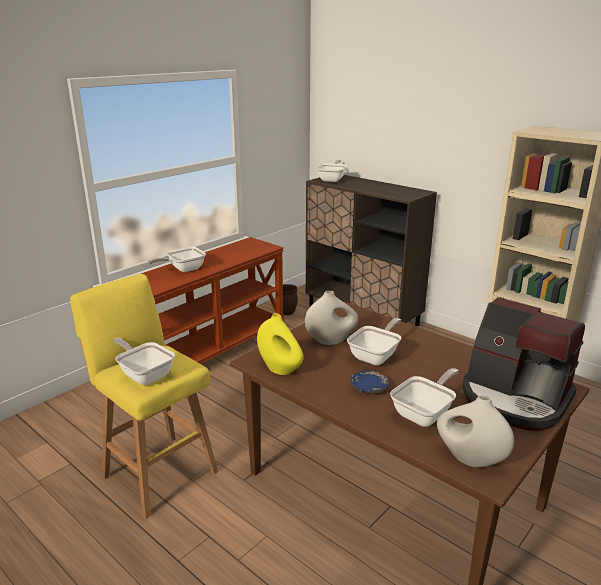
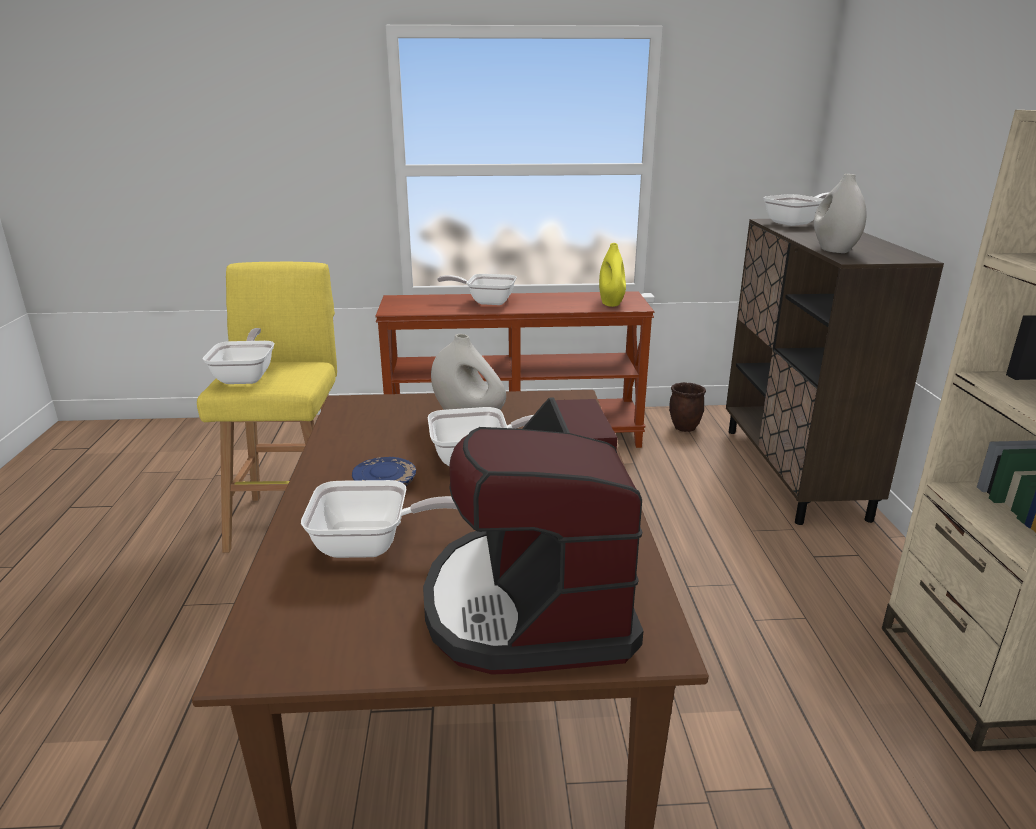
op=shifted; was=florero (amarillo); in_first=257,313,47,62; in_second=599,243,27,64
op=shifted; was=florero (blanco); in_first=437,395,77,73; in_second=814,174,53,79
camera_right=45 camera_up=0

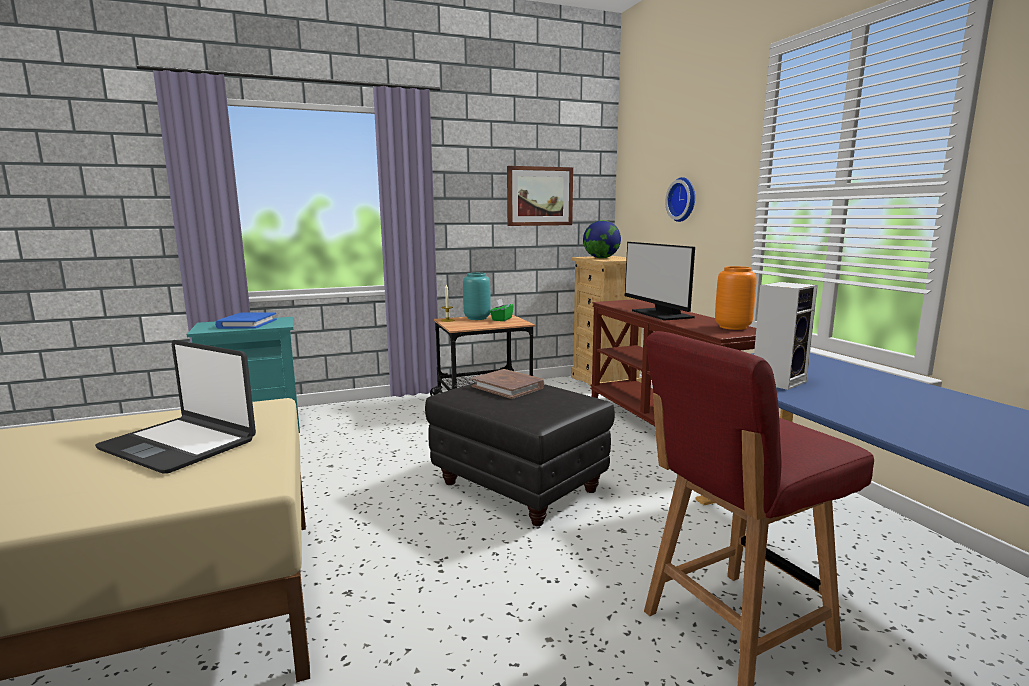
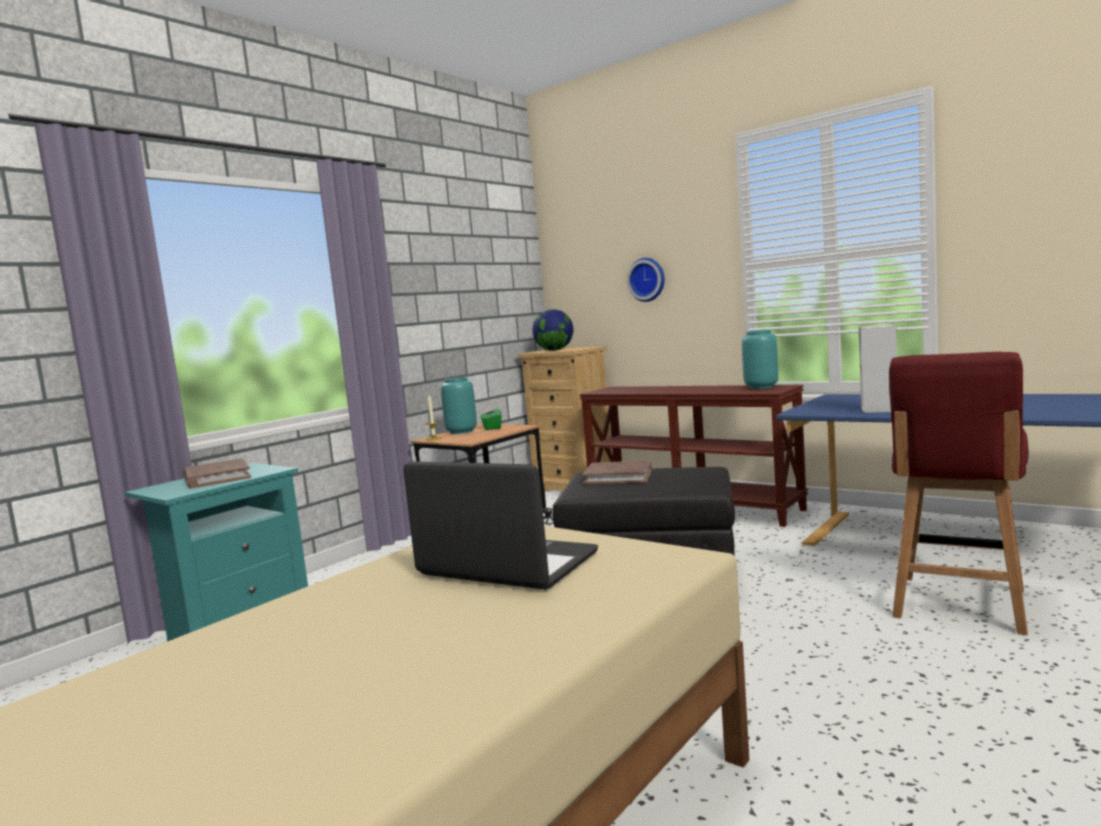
op=repainted; was=libro (azul); now=libro (marrón); in_first=215,313,62,16; in_second=183,458,68,31
op=rotated; was=portátil; in_first=95,340,161,134; in_second=403,461,195,129; clockwise=-150
op=repainted; was=florero (naranja); now=florero (turquesa); in_first=715,266,42,64; in_second=742,330,36,59
op=gone; was=cuadro; in_first=507,166,66,60
op=gone; was=monitor; in_first=625,242,70,79
camera_right=-30 camera_up=-5

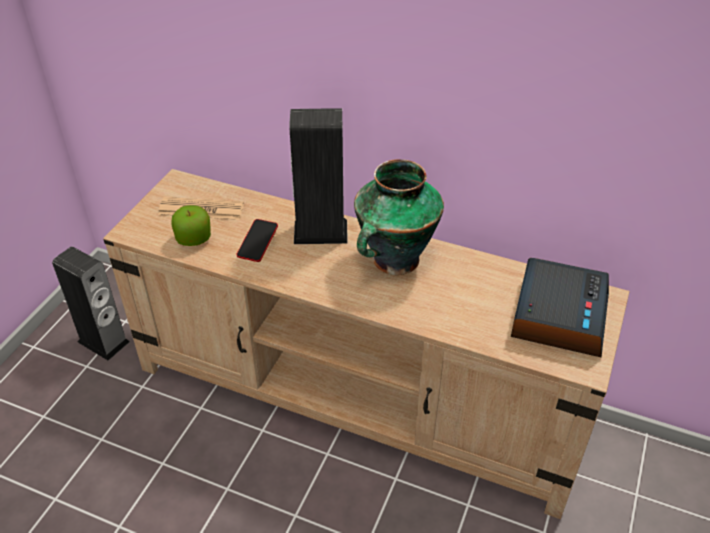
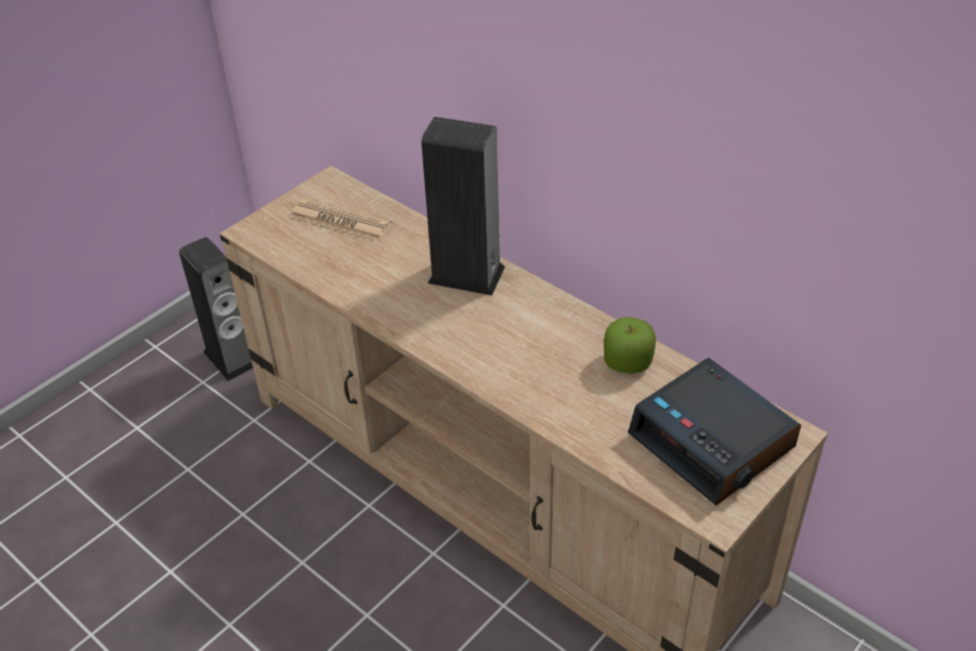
op=shifted; was=manzana; in_first=172,205,39,41; in_second=604,317,52,57
op=rotated; was=despertador; in_first=511,258,98,99; in_second=628,358,173,148; clockwise=105
op=gone; was=móvil; in_first=236,219,42,43
op=gone; was=florero; in_first=354,159,90,116
camera_right=20 camera_up=0

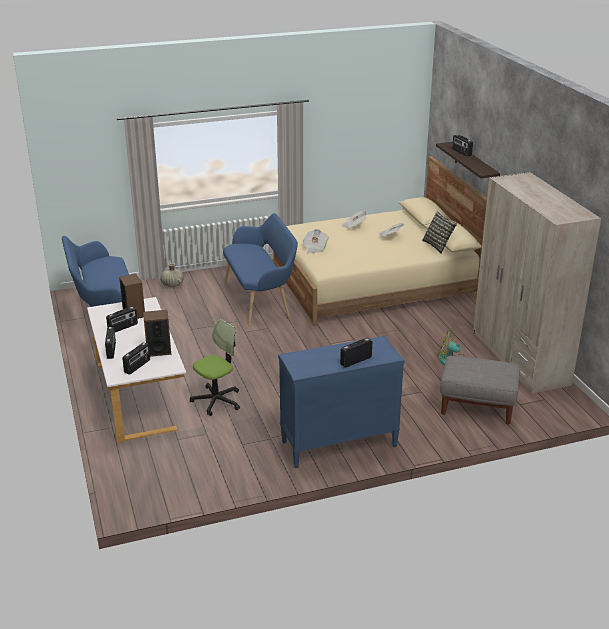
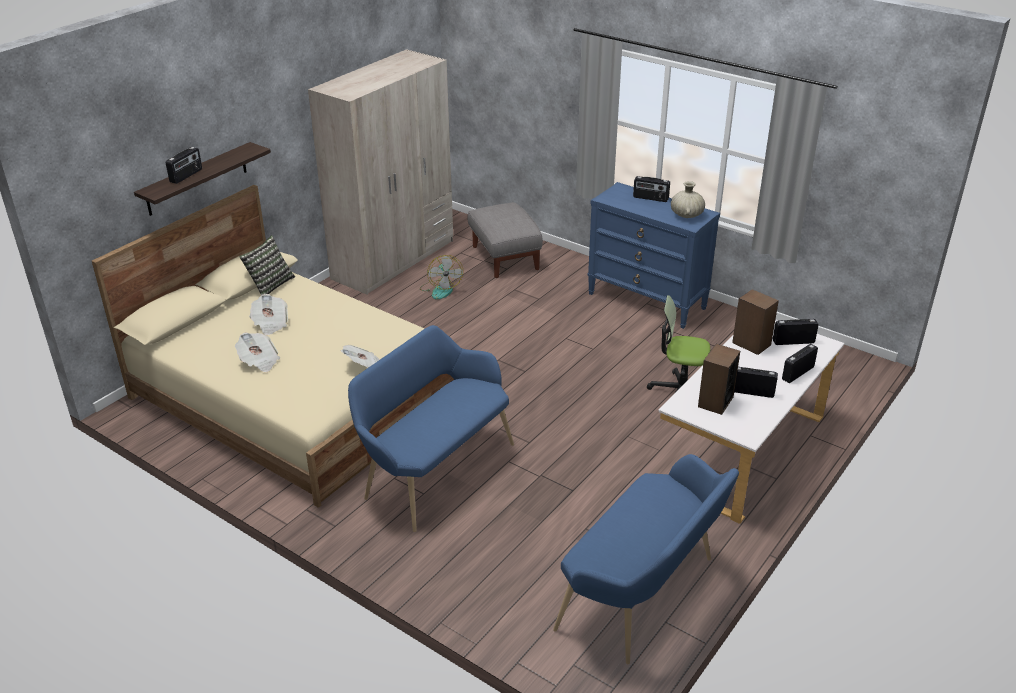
op=shifted; was=florero (beis); in_first=160,263,24,24; in_second=671,181,34,37
camera_right=-125 camera_up=5

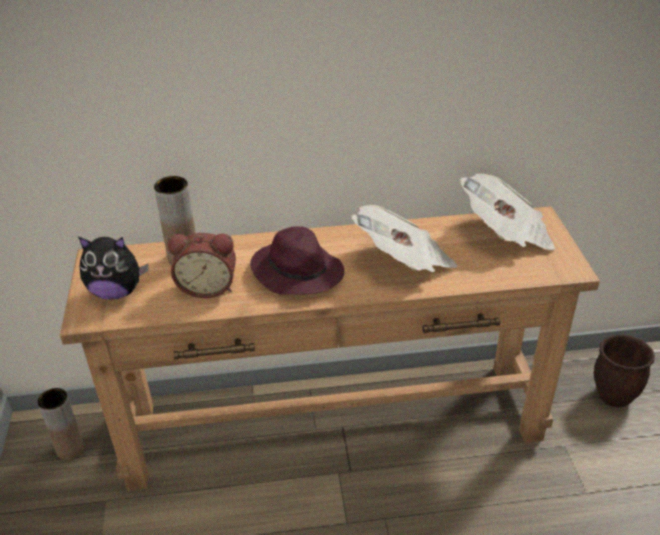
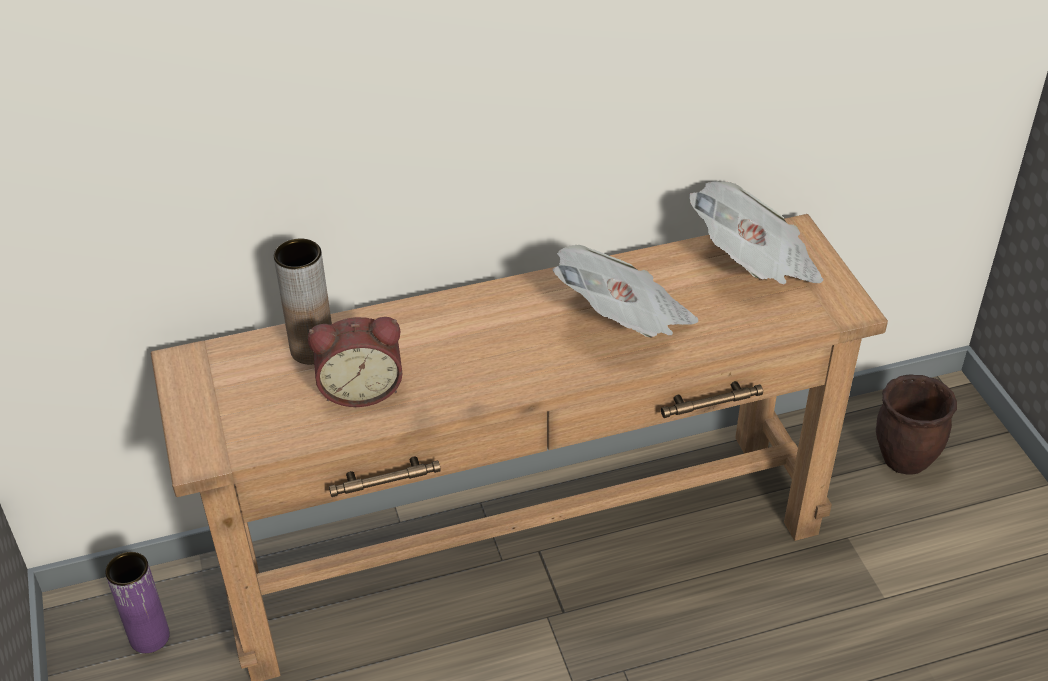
op=repainted; was=florero (marrón); now=florero (morado); in_first=38,388,46,72; in_second=105,552,65,101
op=gone; was=peluche; in_first=78,237,70,63
op=gone; was=sombrero (morado); in_first=250,226,94,69
camera_right=-10 camera_up=5

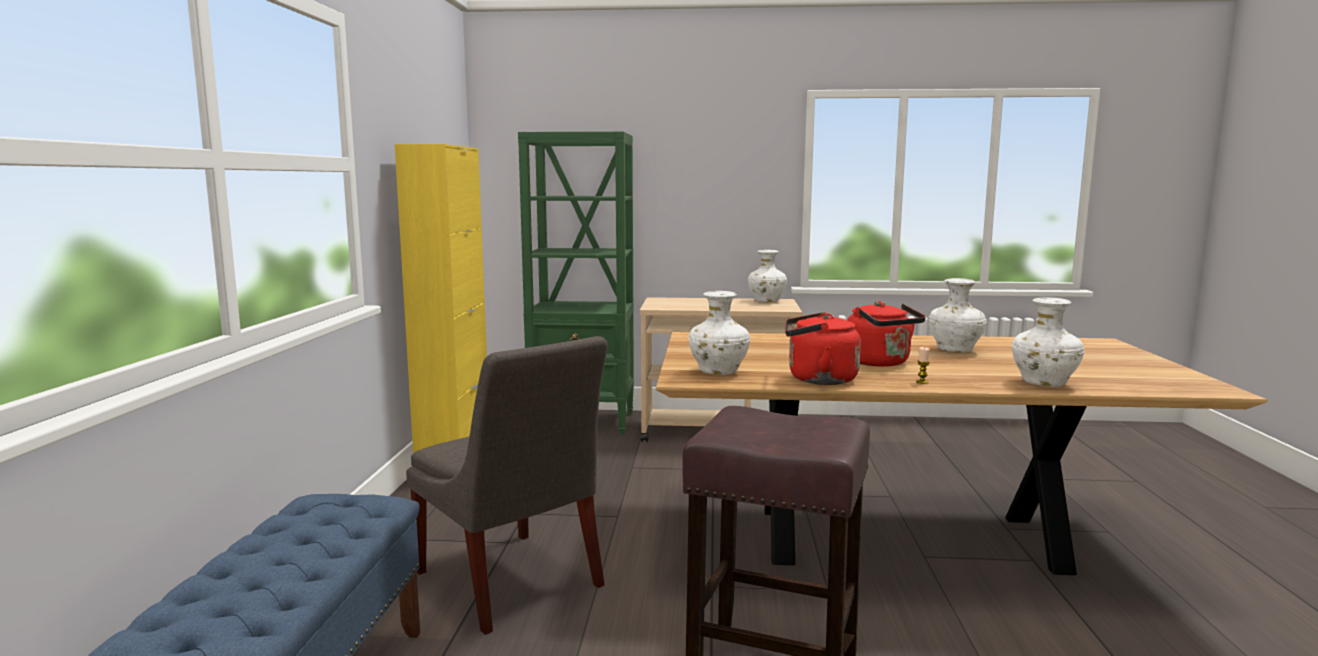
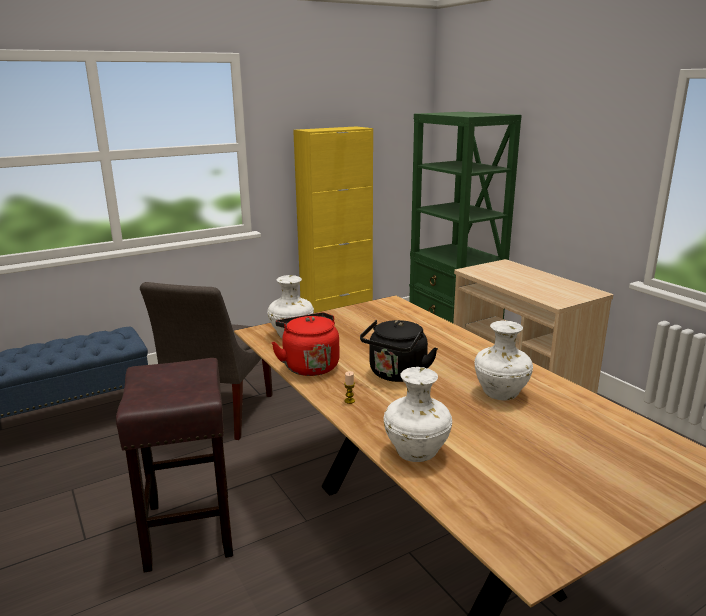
op=repainted; was=hervidor (rojo); now=hervidor (negro); in_first=847,301,79,66; in_second=360,320,78,62
op=gone; was=florero (blanco); in_first=748,250,39,52
camera_right=55 camera_up=10

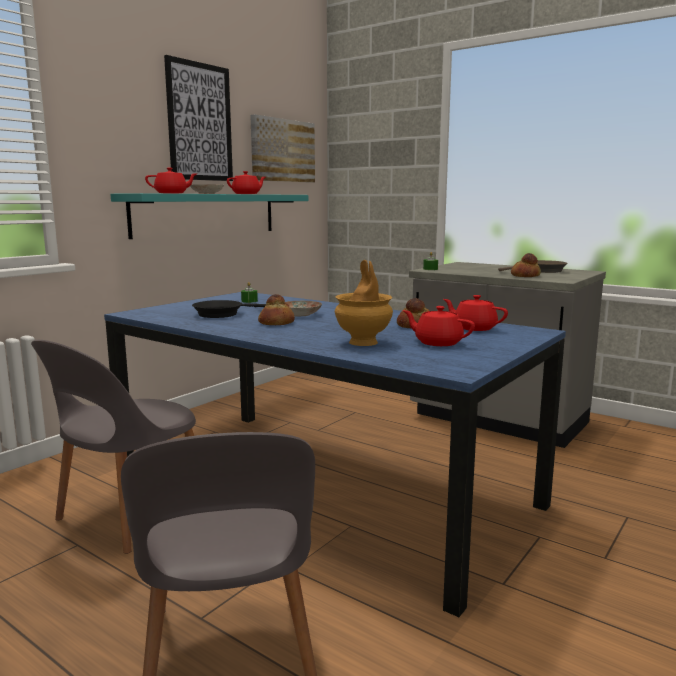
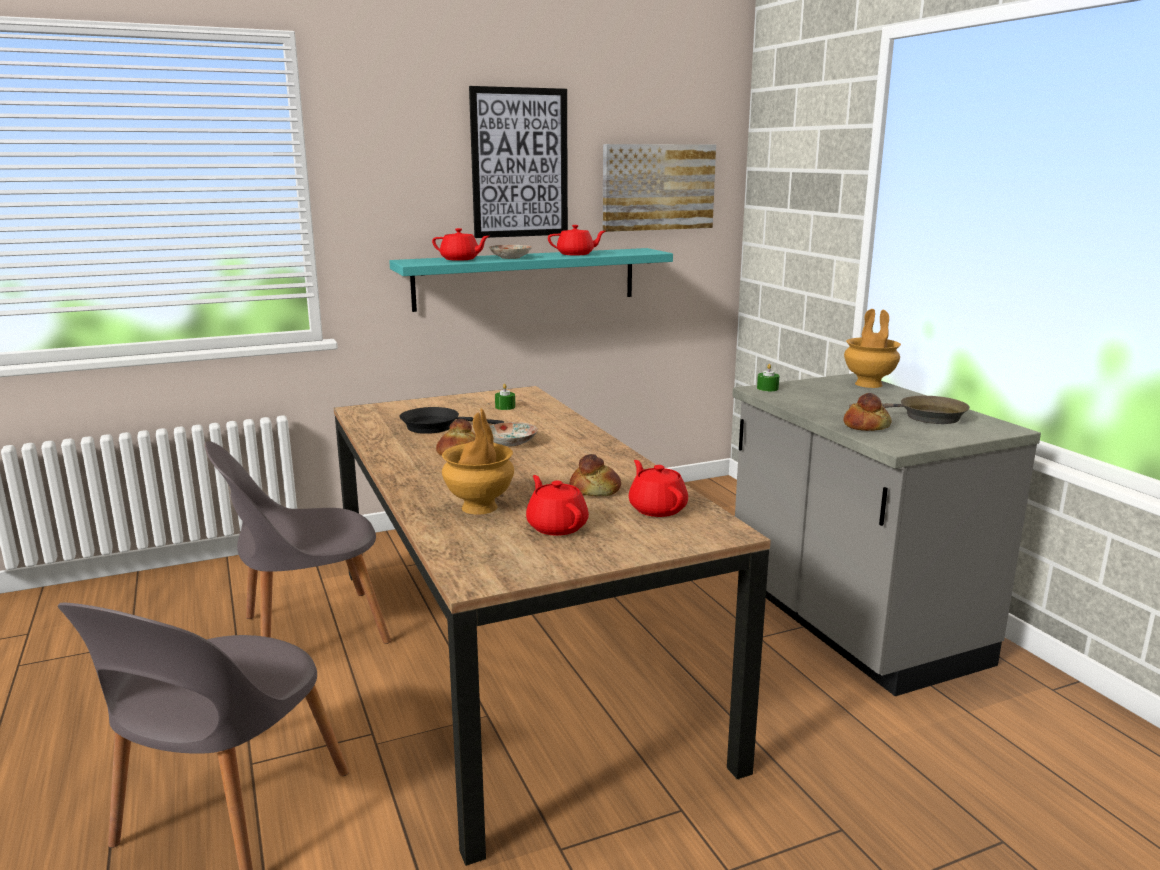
op=repainted; was=mesa de comedor (azul); now=mesa de comedor (marrón); in_first=104,292,462,325; in_second=334,386,437,480
op=new; now=florero (marrón); in_second=844,309,57,79
camera_right=30 camera_up=5

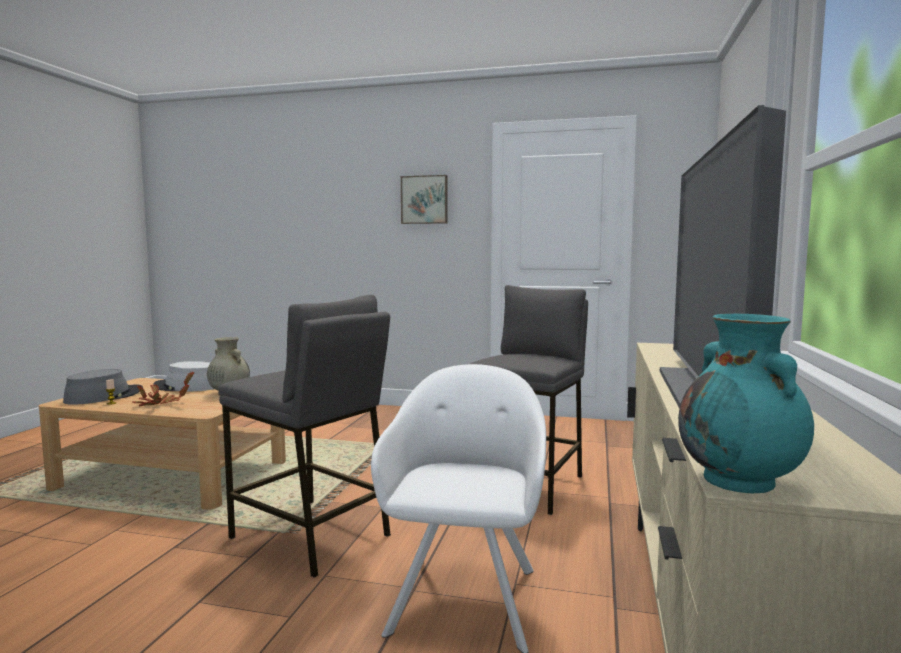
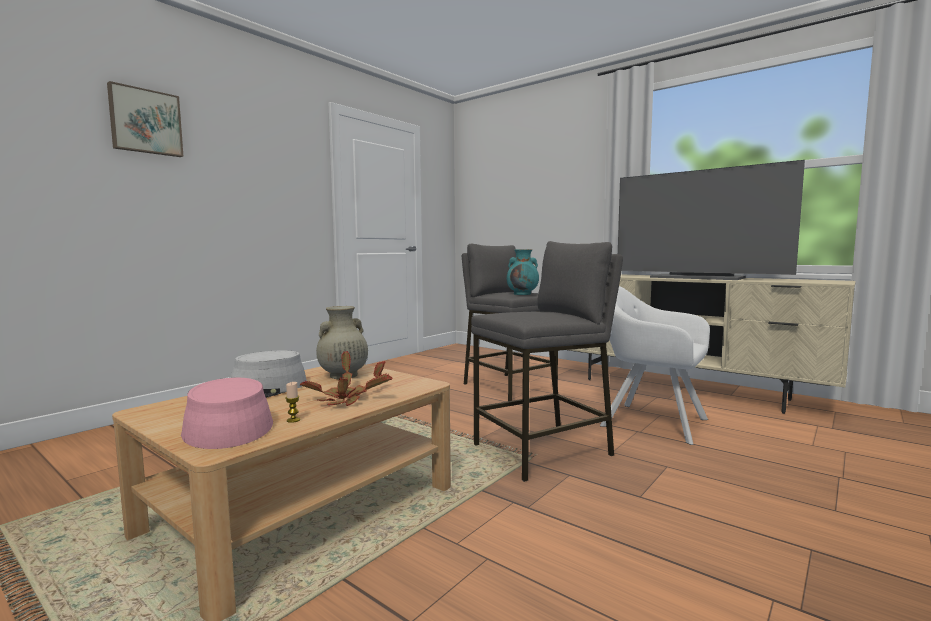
op=shifted; was=cuadro; in_first=401,175,47,49; in_second=107,81,76,76
op=repainted; was=sombrero (gris); now=sombrero (rosa); in_first=63,369,80,36; in_second=181,378,92,71
op=shifted; was=florero (turquesa); in_first=678,314,136,179; in_second=507,249,32,46
camera_right=-65 camera_up=0

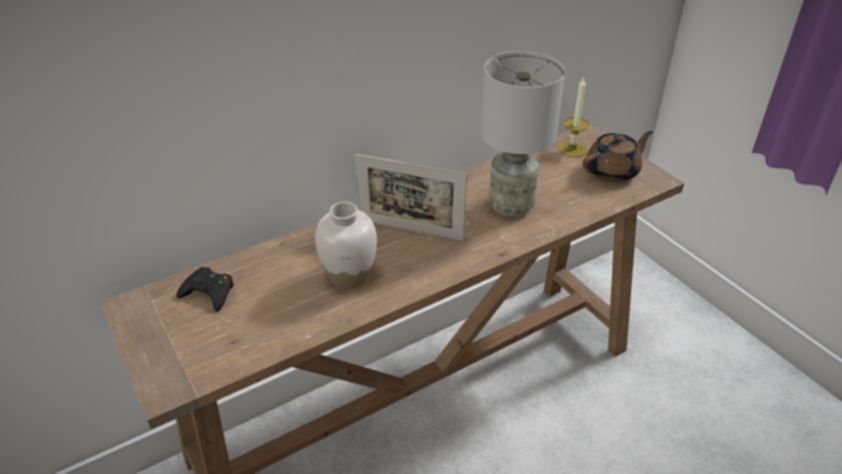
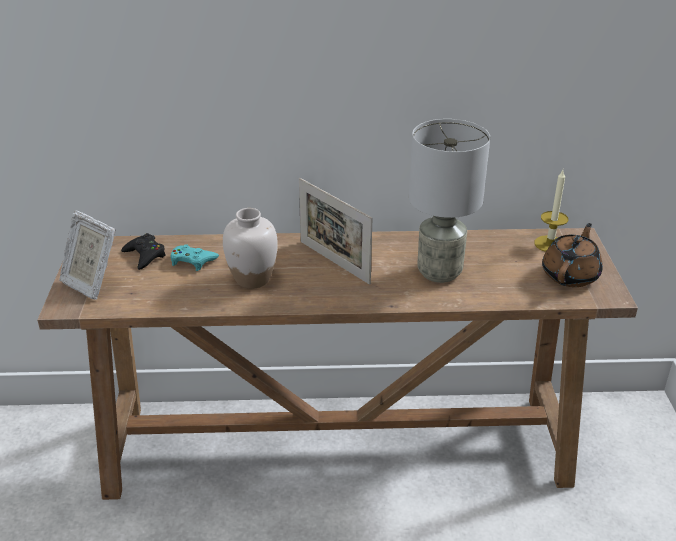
op=new; now=portarretratos; in_second=59,210,57,90
op=new; now=mando de consola (turquesa); in_second=170,244,49,27
op=rotated; was=tetera (marrón); in_first=583,131,70,52; in_second=542,223,61,64; clockwise=-60
camera_right=30 camera_up=-5

